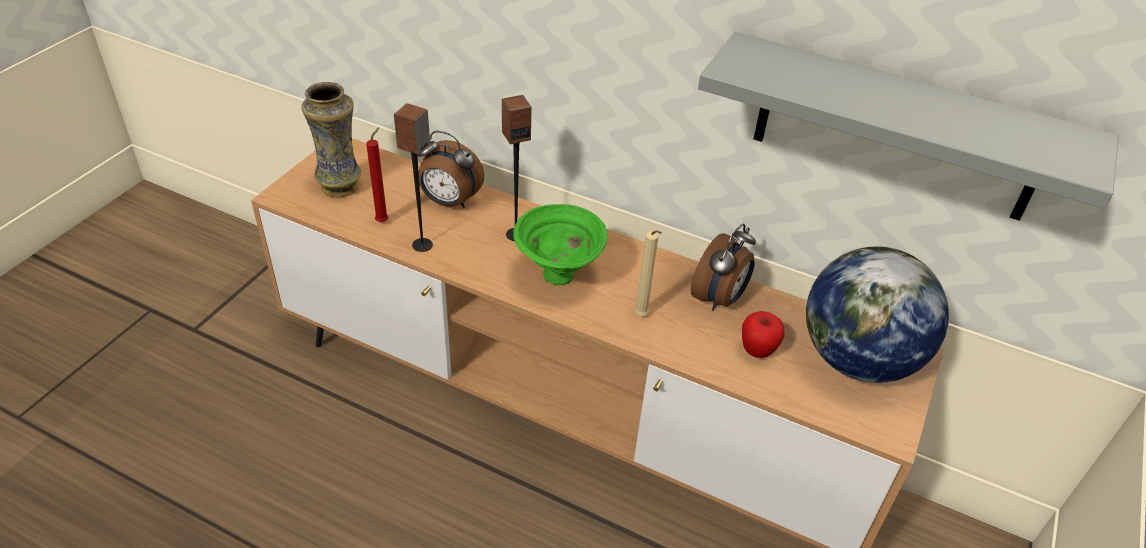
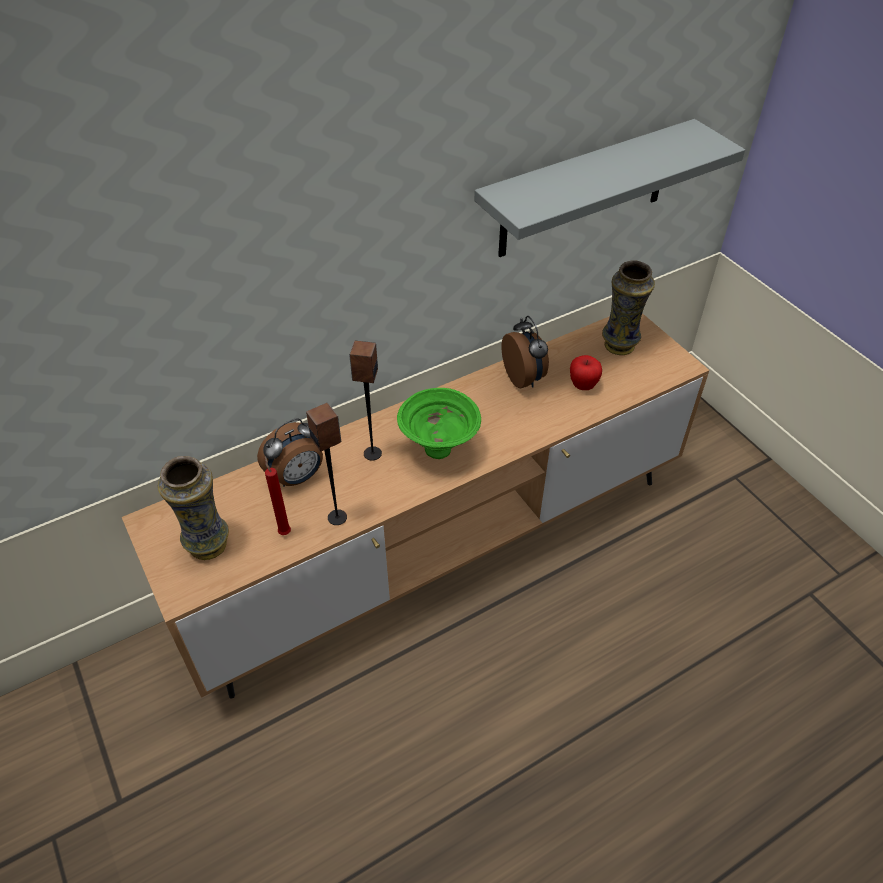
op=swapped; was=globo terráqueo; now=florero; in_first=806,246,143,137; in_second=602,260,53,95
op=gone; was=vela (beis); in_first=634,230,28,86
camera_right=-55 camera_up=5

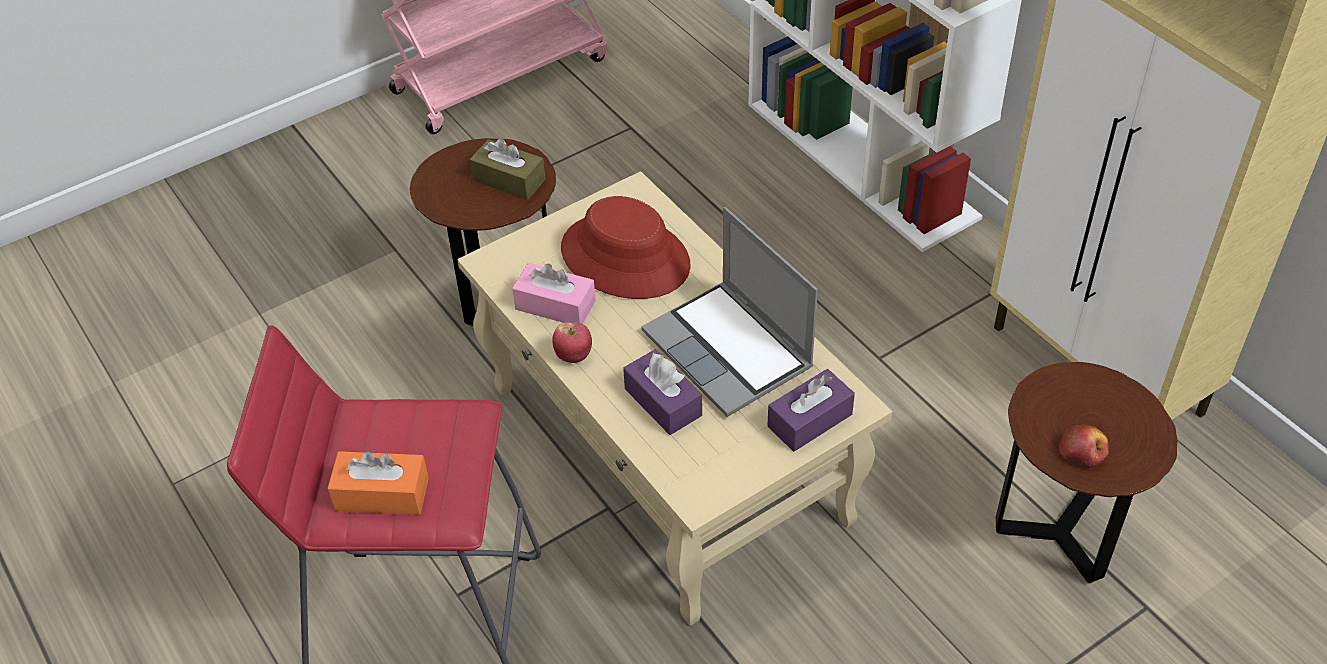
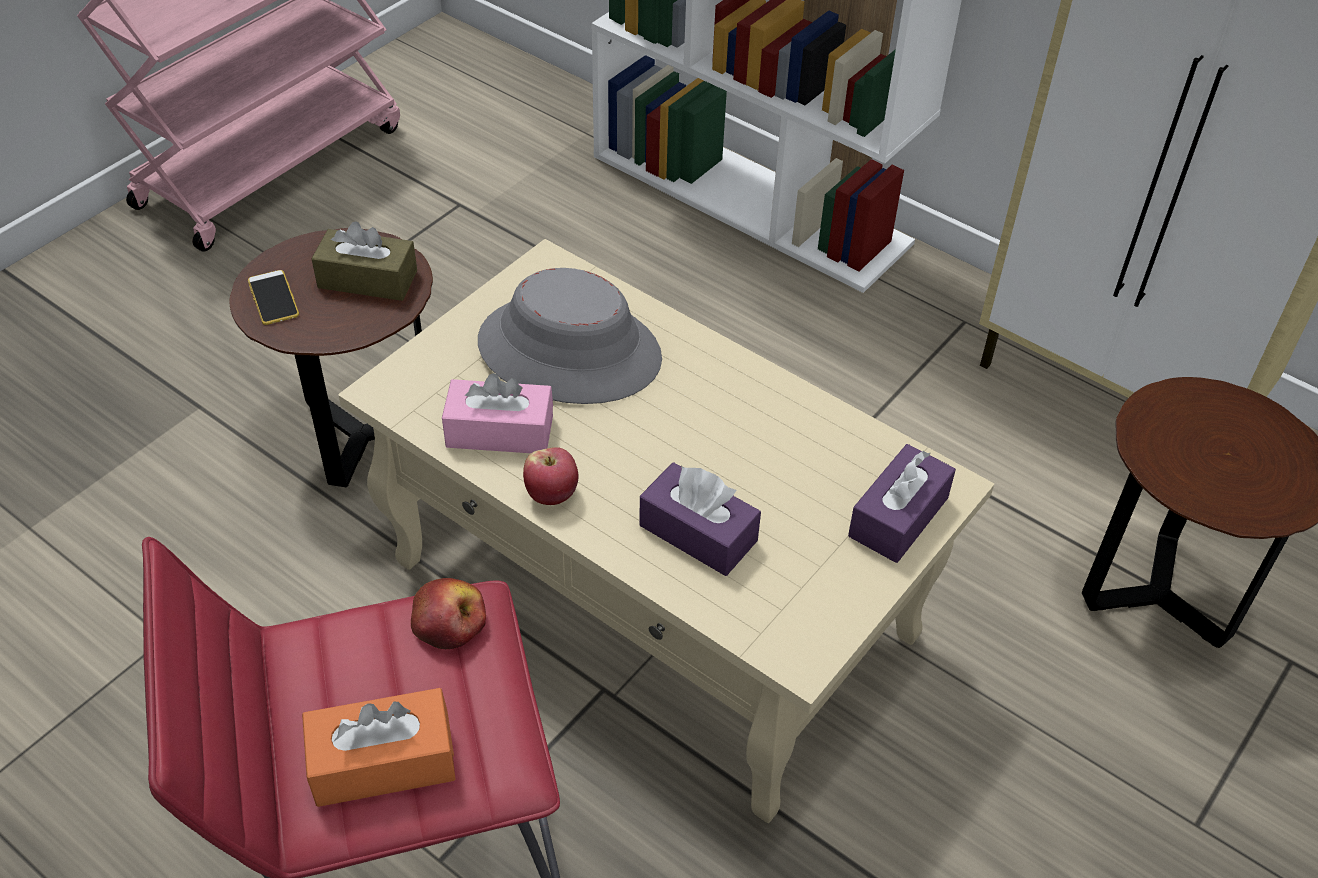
op=new; now=móvil; in_second=248,270,51,55
op=shifted; was=manzana; in_first=1059,425,50,43; in_second=411,578,75,71
op=repainted; was=sombrero (rojo); now=sombrero (gris); in_first=561,196,130,103; in_second=478,268,184,136
op=gone; was=portátil; in_first=641,207,177,210
camera_right=-20 camera_up=0

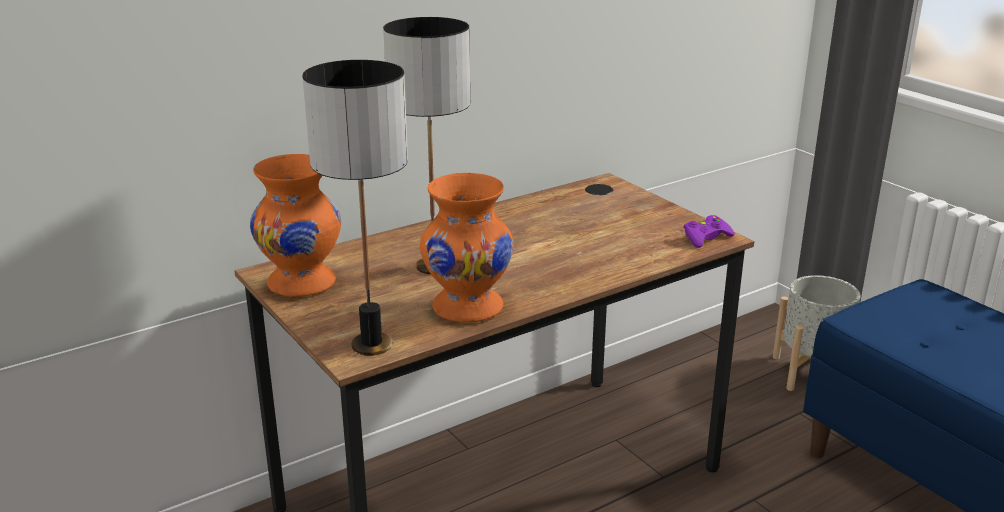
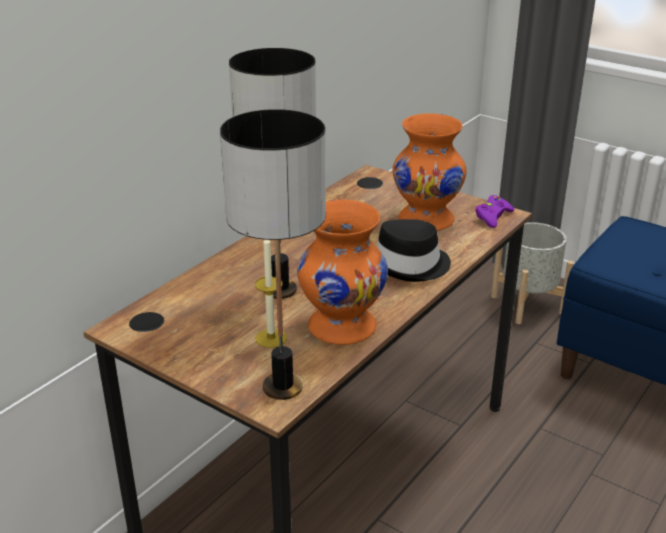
op=new; now=vela; in_second=255,240,32,108
op=new; now=sombrero (negro); in_second=377,219,74,63
op=shifted; was=florero (naranja); in_first=250,154,91,143; in_second=393,113,73,118
camera_right=-20 camera_up=5

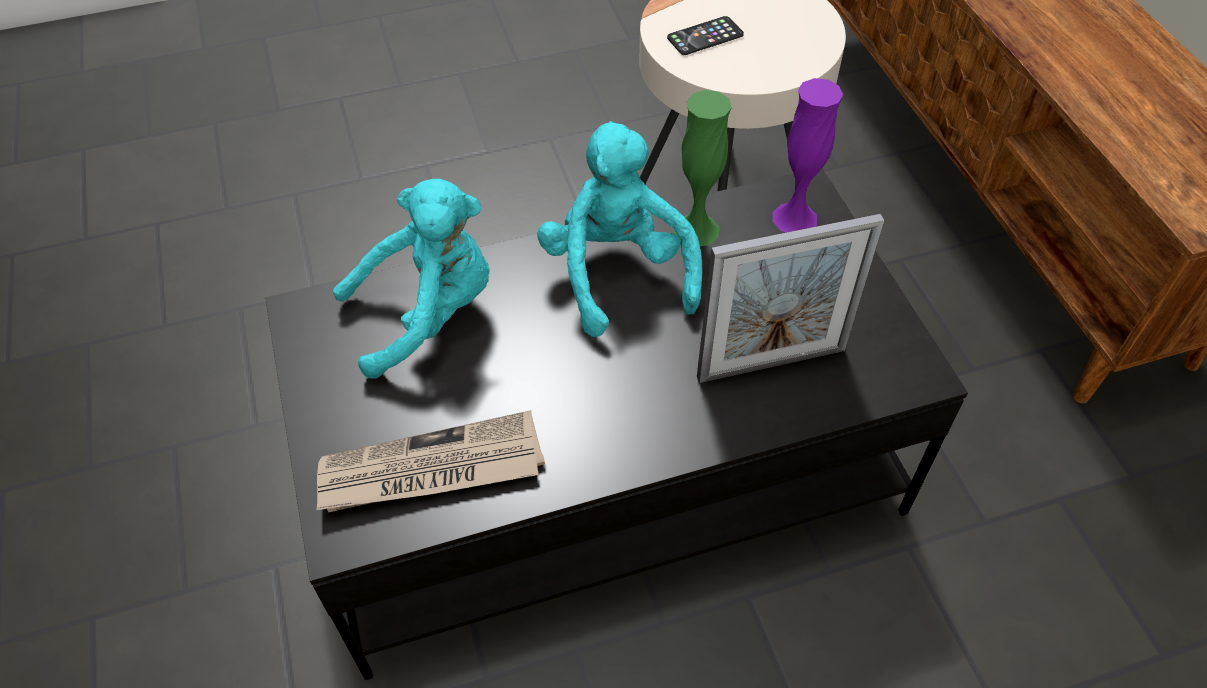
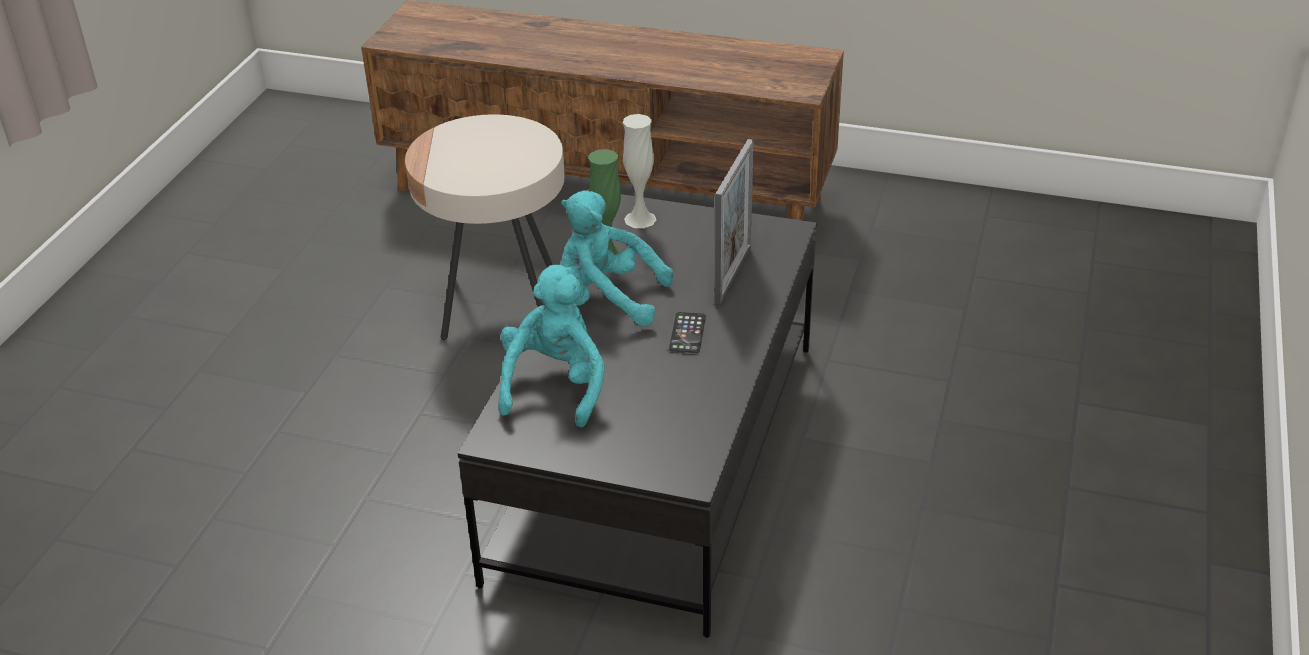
op=repainted; was=florero (morado); now=florero (blanco); in_first=773,78,70,155; in_second=623,114,33,114
op=shifted; was=móvil; in_first=667,16,77,39; in_second=669,312,37,41
op=gone; was=periódico; in_first=316,410,229,102
camera_right=-55 camera_up=-15

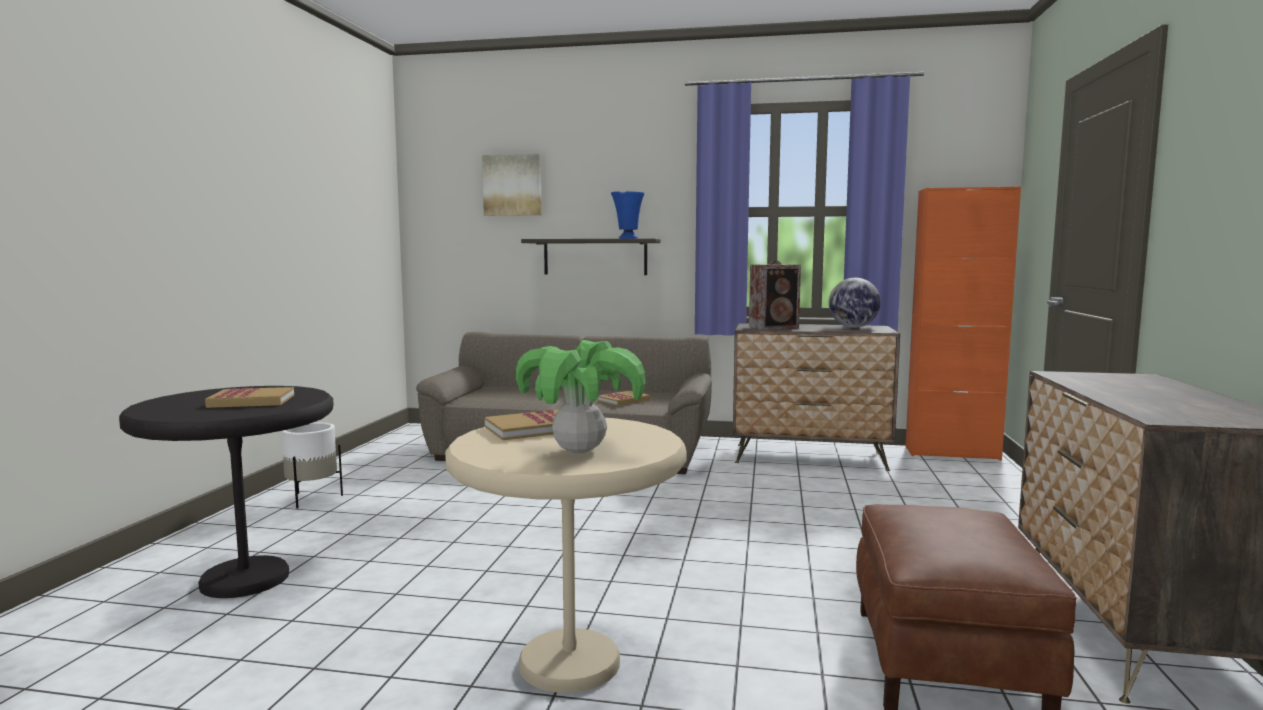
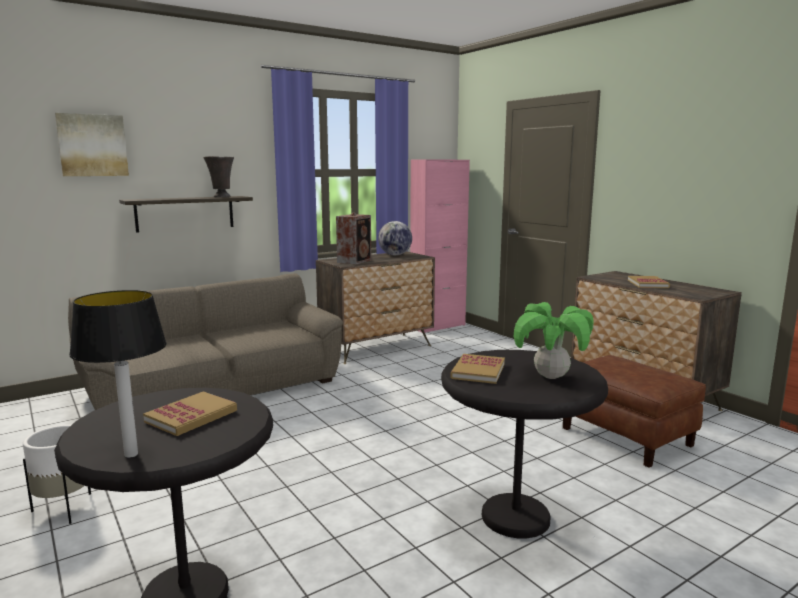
op=new; now=lámpara de mesa; in_second=69,290,98,168
op=repainted; was=florero (azul); now=florero (gris); in_first=611,191,33,48; in_second=203,156,31,41
op=repainted; was=armario (naranja); now=armario (rosa); in_first=905,186,116,275; in_second=410,159,60,173
op=repainted; was=mesa auxiliar (beis); now=mesa auxiliar (negro); in_first=445,418,242,275; in_second=441,350,167,188
op=shifted; was=libro; in_first=598,391,52,15; in_second=628,276,42,12
camera_right=-45 camera_up=5

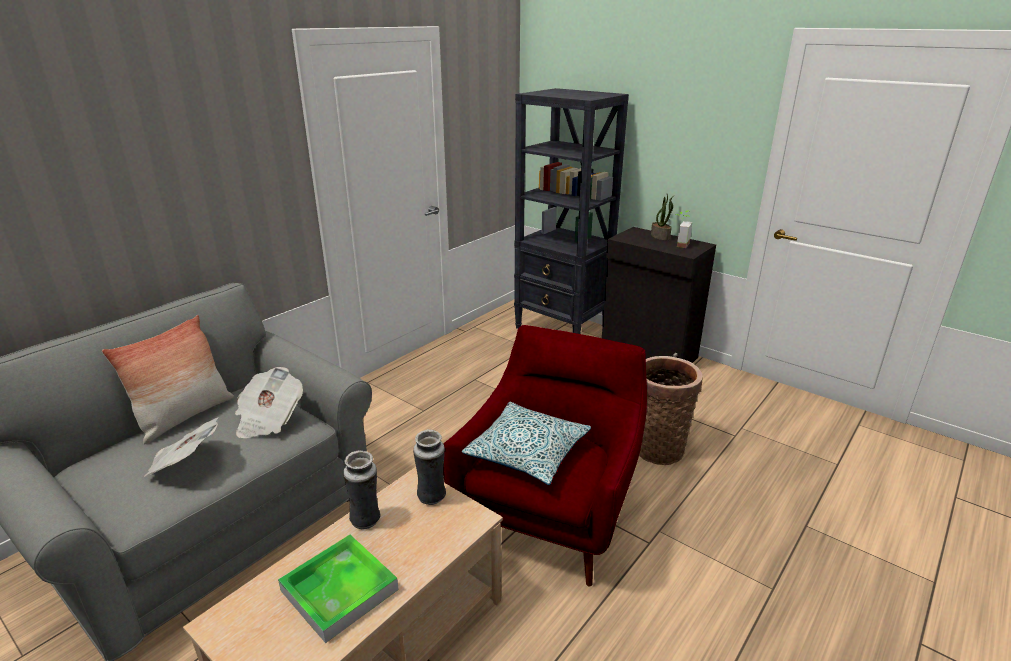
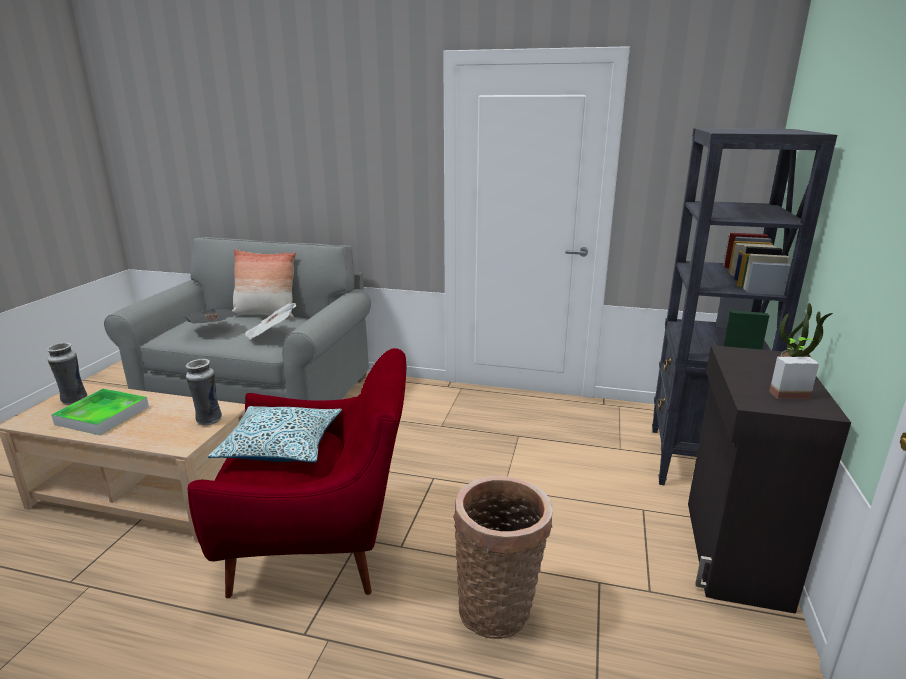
op=shifted; was=florero; in_first=343,450,38,79; in_second=47,342,40,63
camera_right=65 camera_up=-5

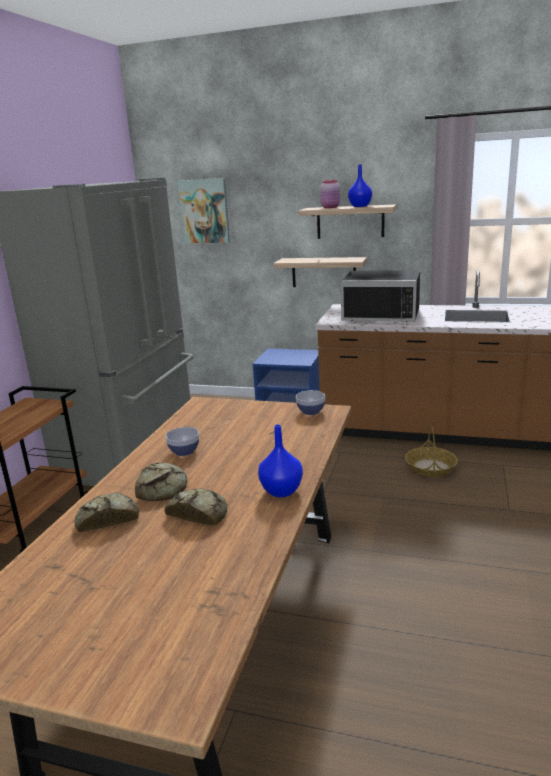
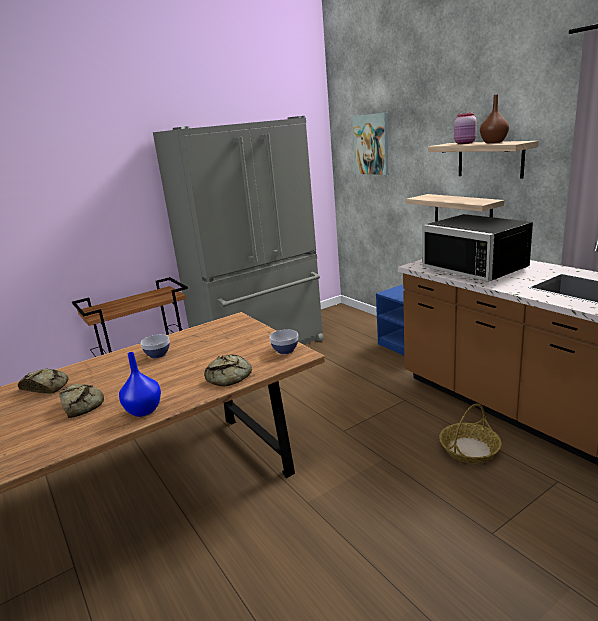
op=shifted; was=pan; in_first=135,462,52,39; in_second=204,354,48,33
op=repainted; was=florero (azul); now=florero (marrón); in_first=348,164,24,43; in_second=480,94,29,49
camera_right=40 camera_up=0

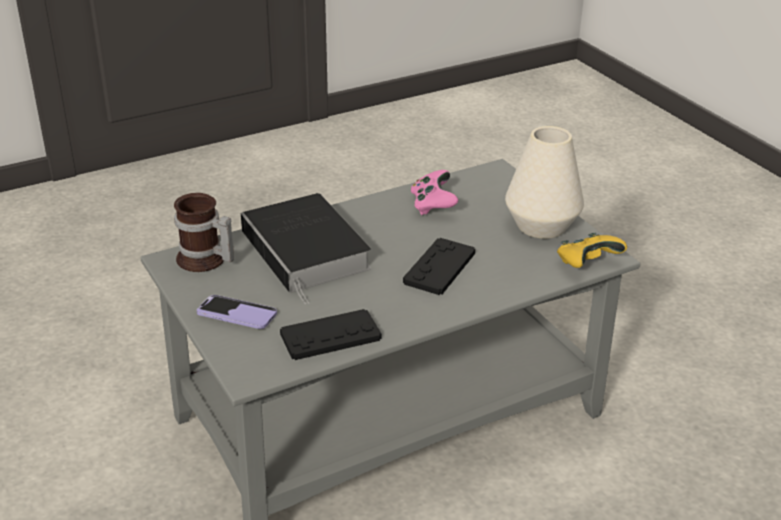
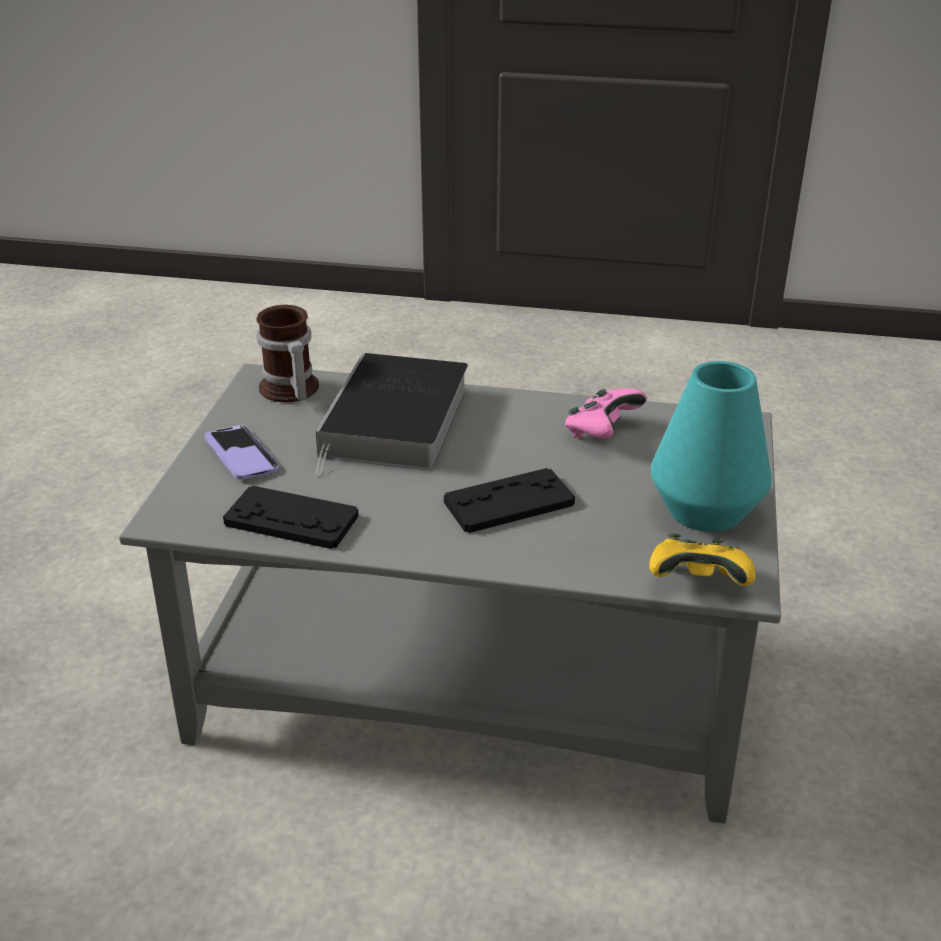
op=repainted; was=florero (blanco); now=florero (turquesa); in_first=505,126,79,113; in_second=651,361,121,171
camera_right=40 camera_up=0

